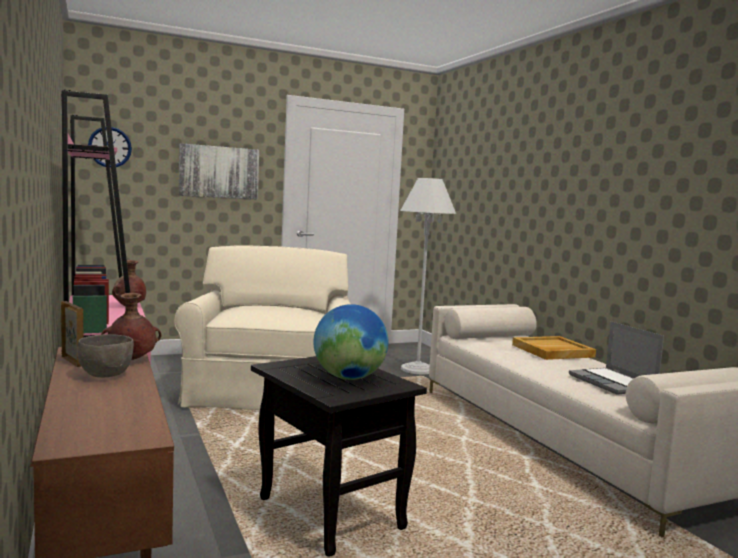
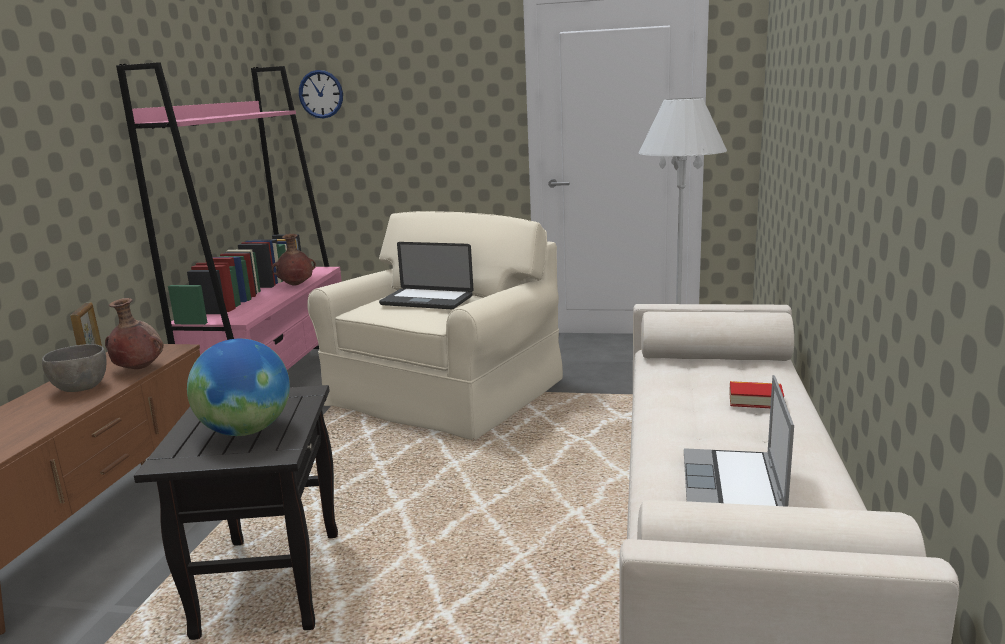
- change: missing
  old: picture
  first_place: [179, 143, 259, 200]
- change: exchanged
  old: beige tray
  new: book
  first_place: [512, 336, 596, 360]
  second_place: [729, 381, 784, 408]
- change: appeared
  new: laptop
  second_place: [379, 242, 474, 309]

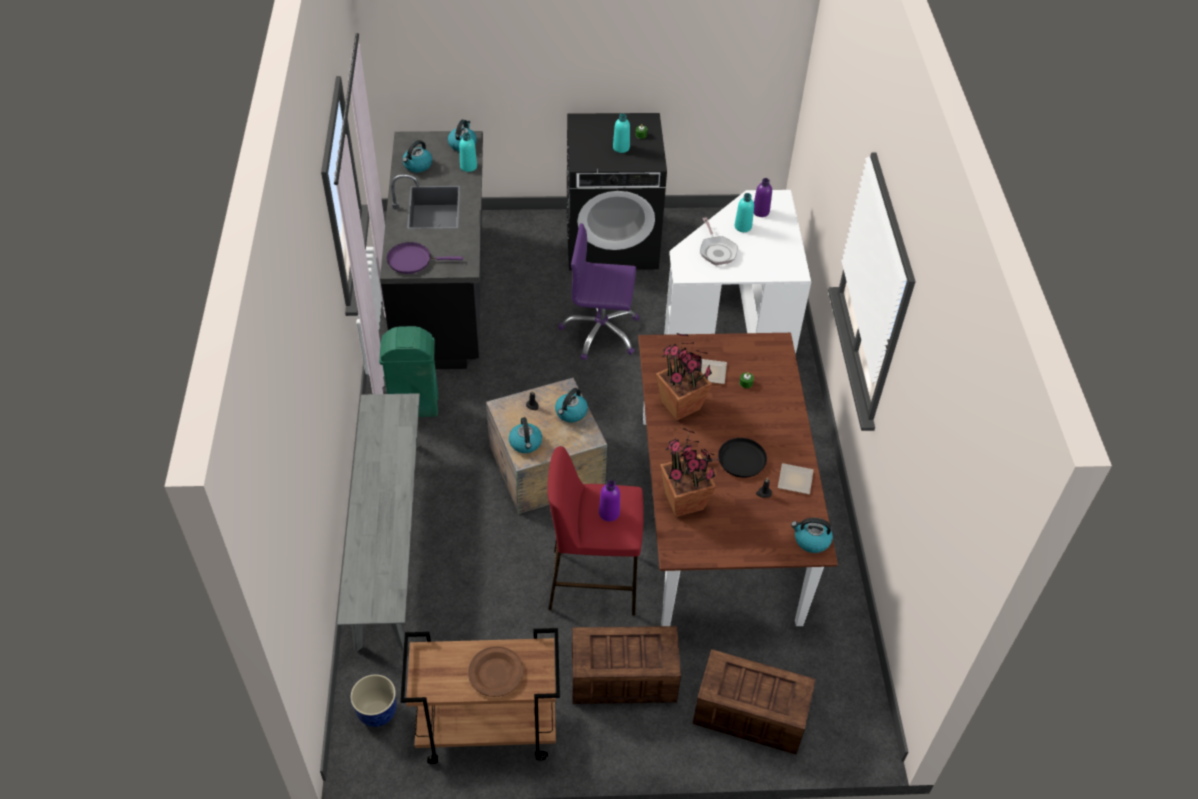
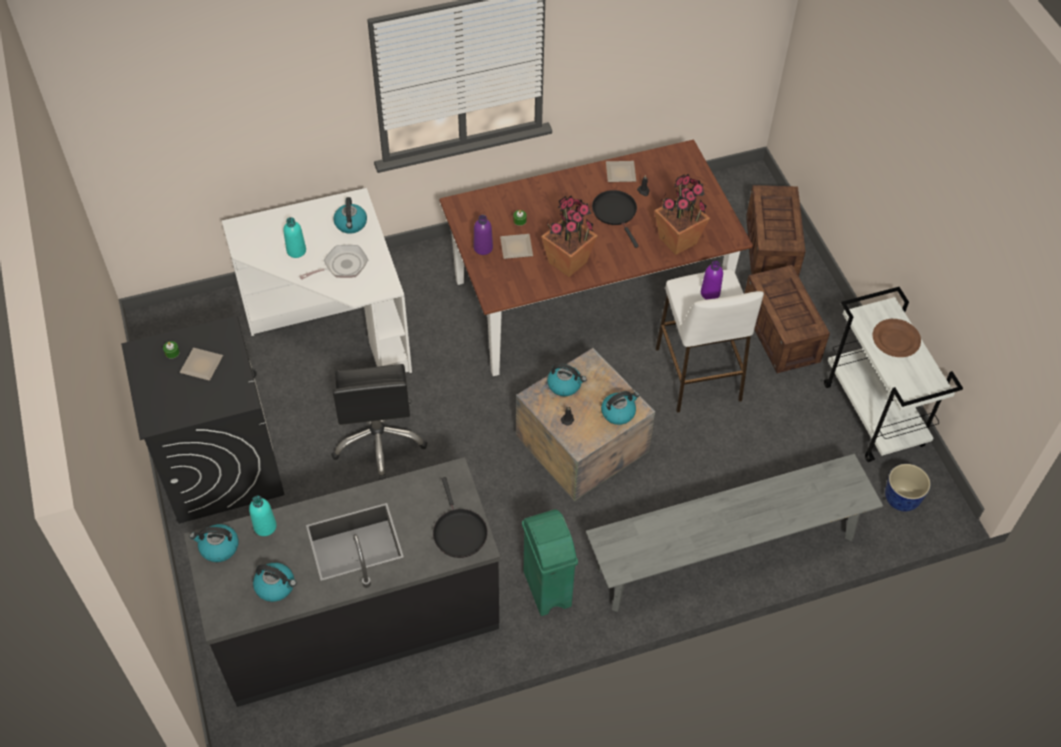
- change: colour
  old: purple frying pan
  new: black frying pan
  first_place: [387, 242, 463, 274]
  second_place: [433, 477, 487, 558]
- change: colour
  old: brown cart
  new: white cart
  first_place: [400, 628, 560, 764]
  second_place: [824, 287, 963, 462]
- change: colour
  old: red stool
  new: white stool
  first_place: [547, 446, 644, 616]
  second_place: [655, 269, 764, 412]
- change: colour
  old: purple office chair
  new: black office chair
  first_place: [558, 223, 640, 360]
  second_place: [331, 364, 427, 480]
- change: exchanged
  old: turquoise bottle
  new: plate
  first_place: [613, 114, 630, 153]
  second_place: [180, 348, 223, 380]
- change: relocated
  old: purple bottle
  first_place: [754, 178, 772, 217]
  second_place: [474, 215, 493, 255]
- change: relocated
  old: kettle
  first_place: [791, 518, 833, 553]
  second_place: [333, 197, 367, 234]

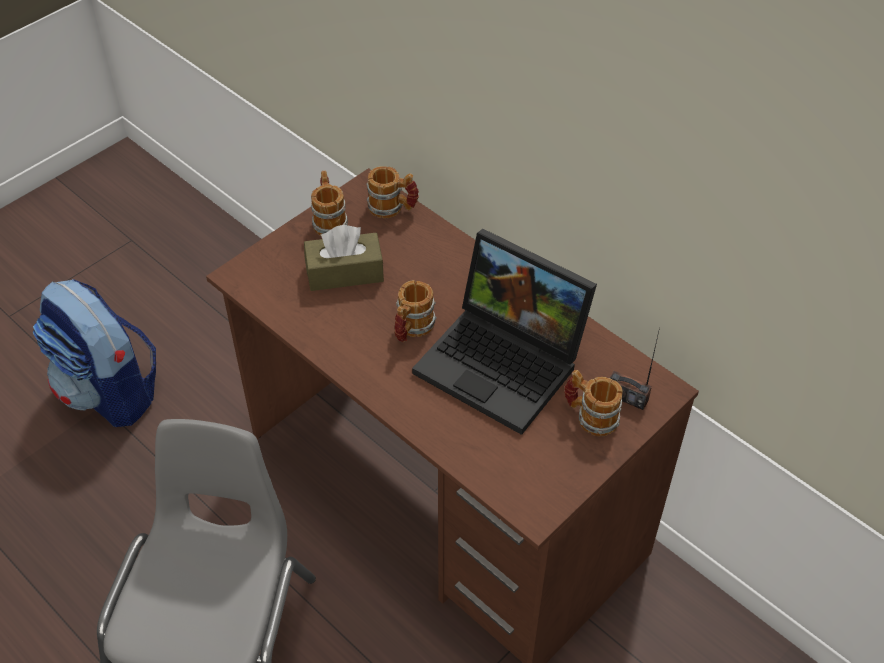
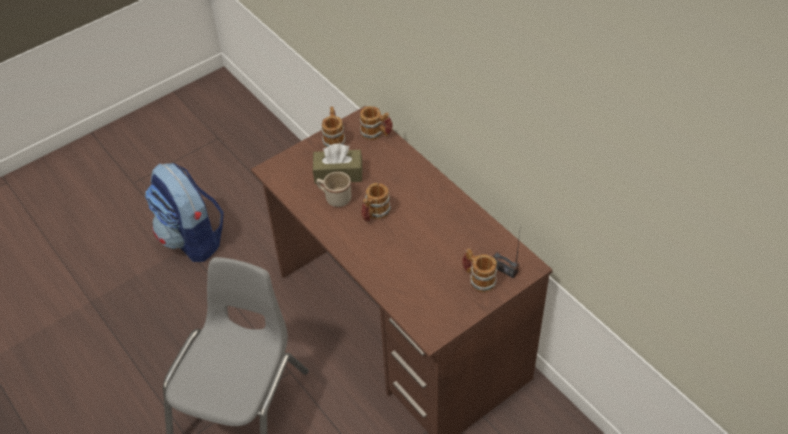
- change: missing
  old: laptop
  first_place: [412, 229, 597, 435]
- change: appeared
  new: beige mug
  second_place: [316, 172, 352, 207]

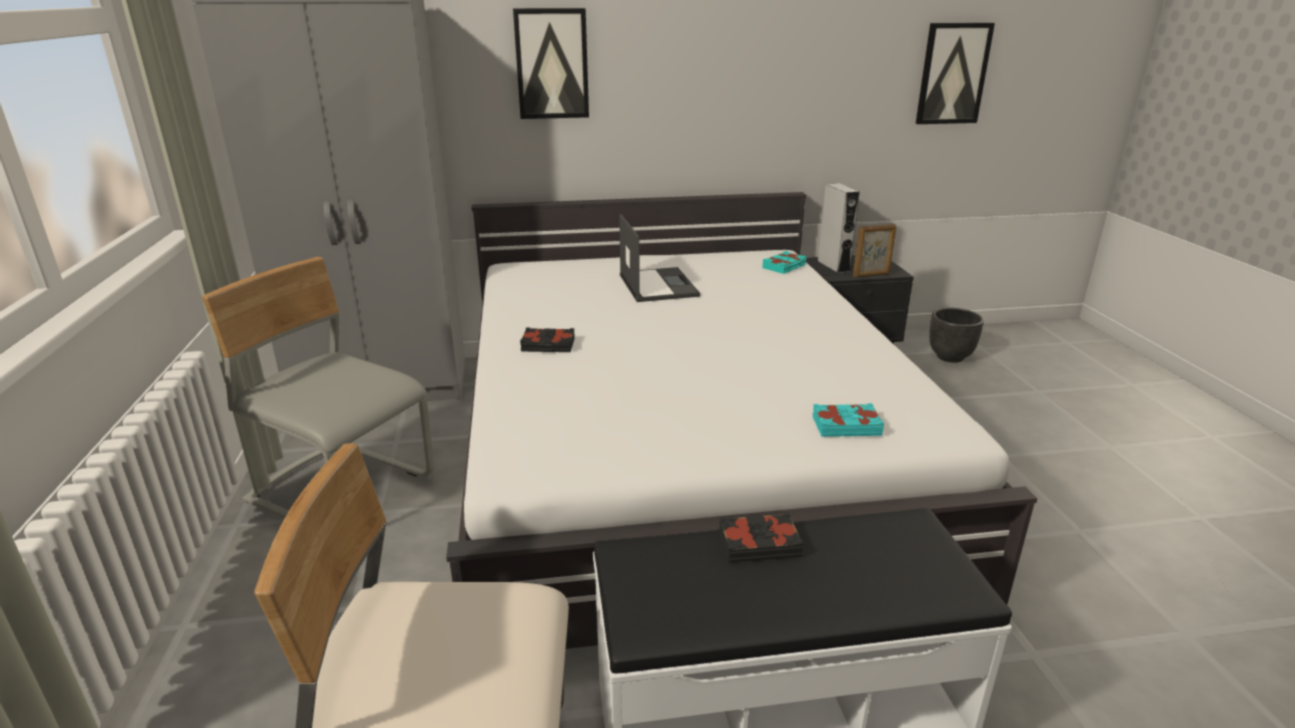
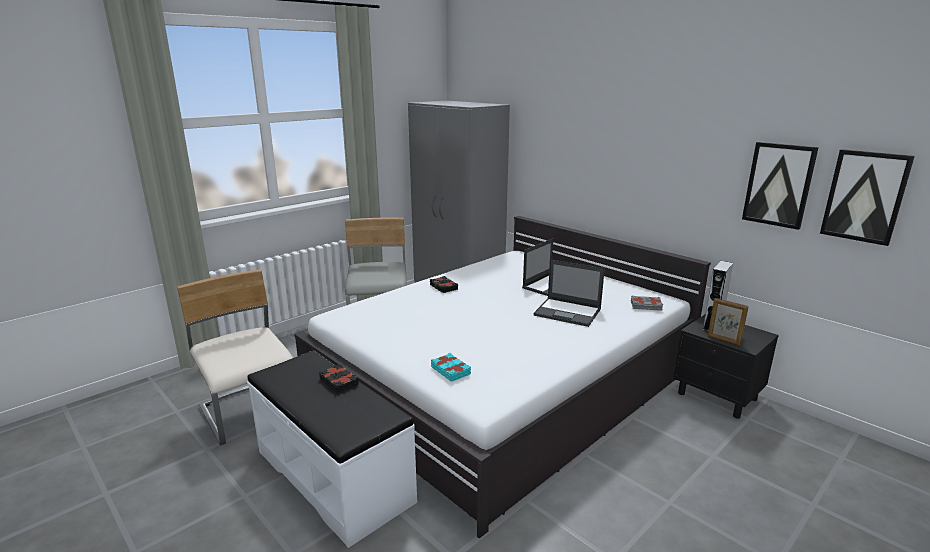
- change: relocated
  old: picture
  first_place: [513, 8, 589, 119]
  second_place: [742, 142, 819, 230]
- change: colour
  old: turquoise book
  new: grey book
  first_place: [763, 251, 807, 274]
  second_place: [631, 295, 663, 311]
- change: missing
  old: black planter
  first_place: [929, 307, 984, 363]
- change: appeared
  new: laptop
  second_place: [534, 259, 605, 327]

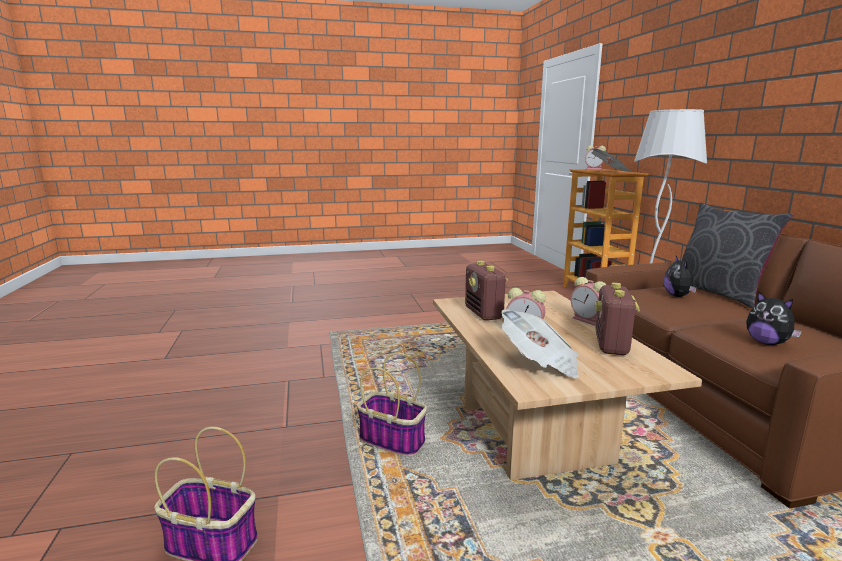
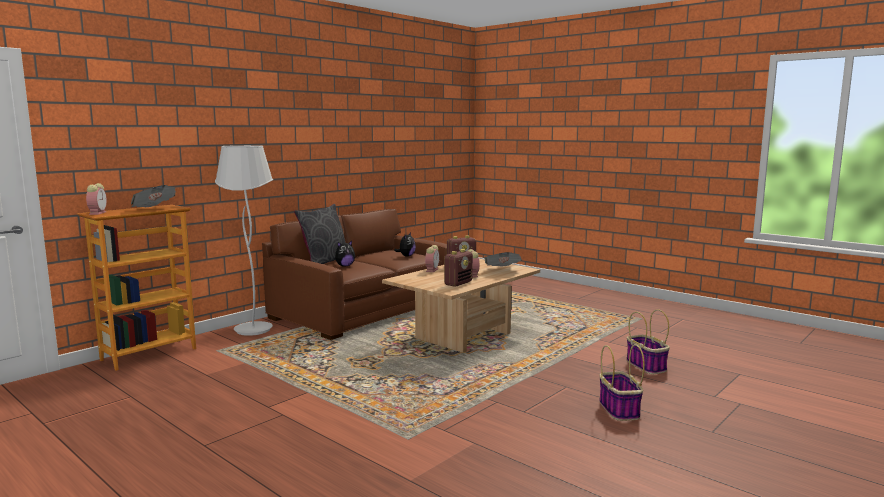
- change: relocated
  old: basket
  first_place: [357, 352, 427, 456]
  second_place: [599, 344, 645, 421]

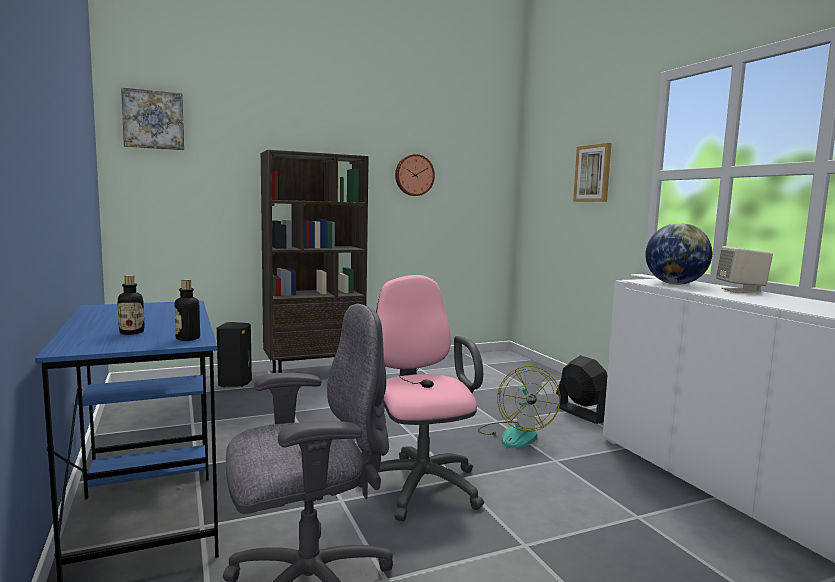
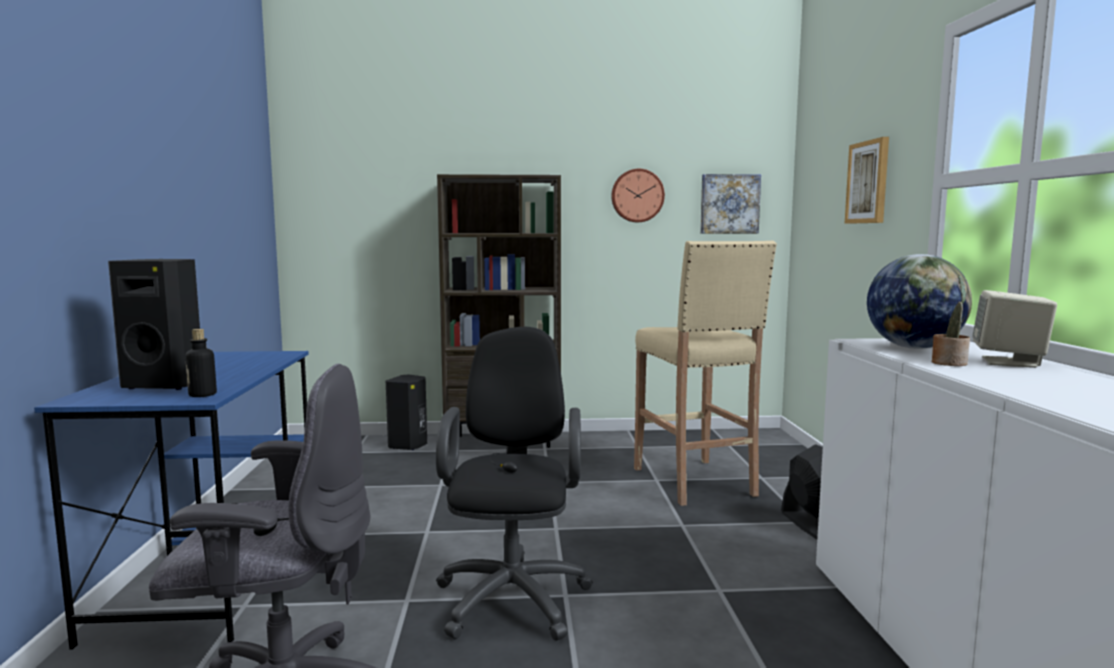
- change: exchanged
  old: bottle
  new: black speaker
  first_place: [117, 275, 145, 335]
  second_place: [108, 259, 200, 390]
- change: relocated
  old: picture
  first_place: [121, 87, 184, 150]
  second_place: [700, 174, 761, 234]
- change: colour
  old: pink office chair
  new: black office chair
  first_place: [358, 275, 484, 521]
  second_place: [436, 327, 593, 641]
- change: missing
  old: fan
  first_place: [478, 366, 560, 448]
- change: appeared
  new: beige stool
  second_place: [634, 241, 777, 506]
- change: appeared
  new: potted plant
  second_place: [932, 275, 970, 366]

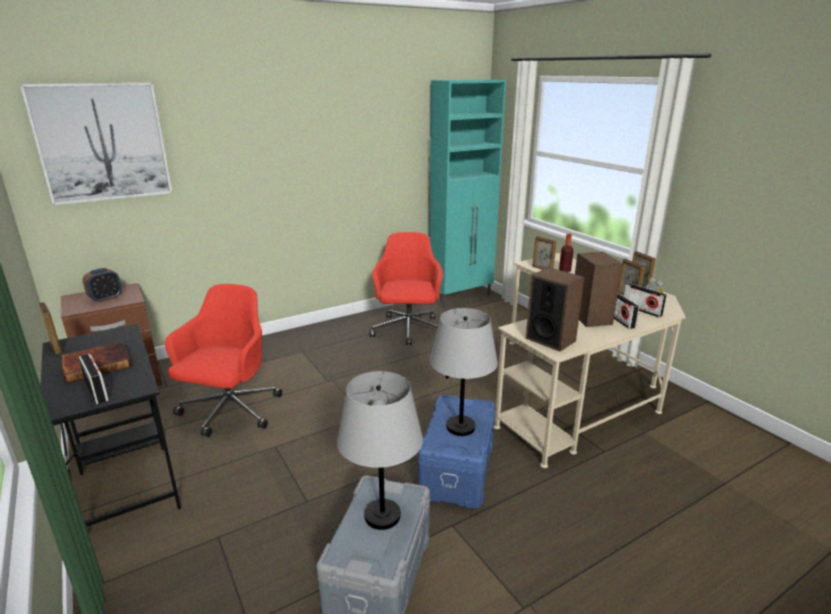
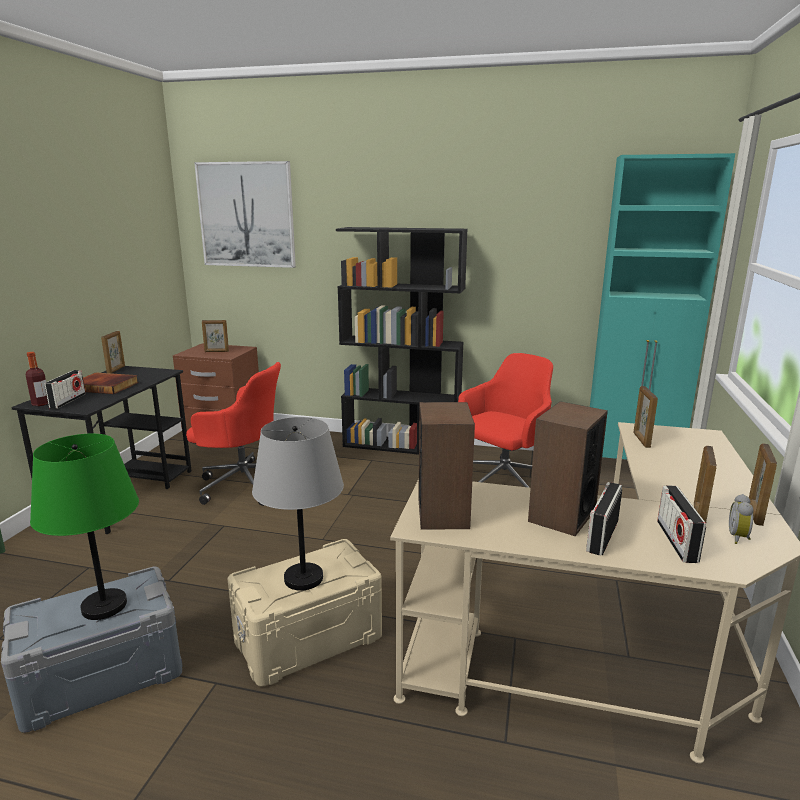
- change: exchanged
  old: alarm clock
  new: picture frame
  first_place: [83, 268, 122, 303]
  second_place: [202, 320, 229, 352]
- change: spun
  old: red office chair
  first_place: [165, 284, 282, 437]
  second_place: [186, 362, 281, 506]
  degrees: 45
- change: colour
  old: grey table lamp
  new: green table lamp
  first_place: [337, 371, 423, 530]
  second_place: [30, 434, 139, 620]
- change: colour
  old: blue storage box
  new: beige storage box
  first_place: [418, 395, 495, 509]
  second_place: [227, 539, 382, 687]
- change: relocated
  old: bottle
  first_place: [559, 233, 573, 272]
  second_place: [26, 352, 48, 406]
- change: appeared
  new: black bookcase
  second_place: [336, 227, 468, 455]

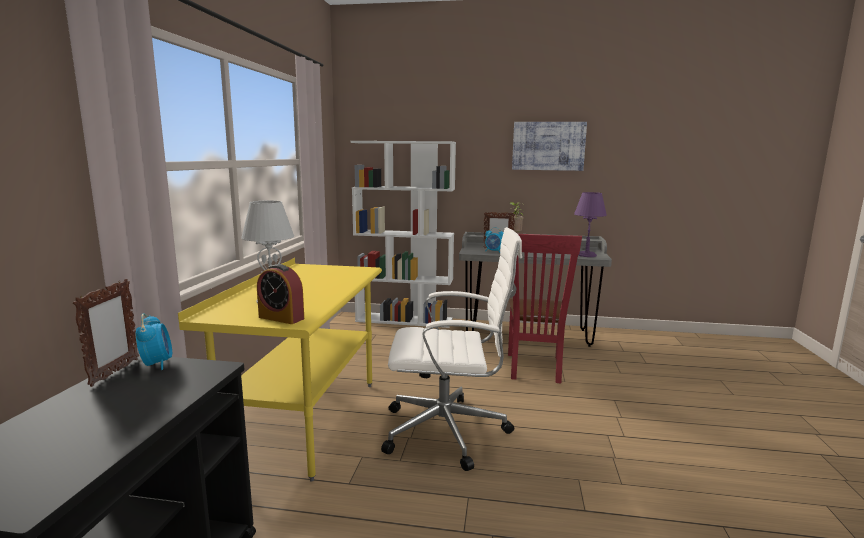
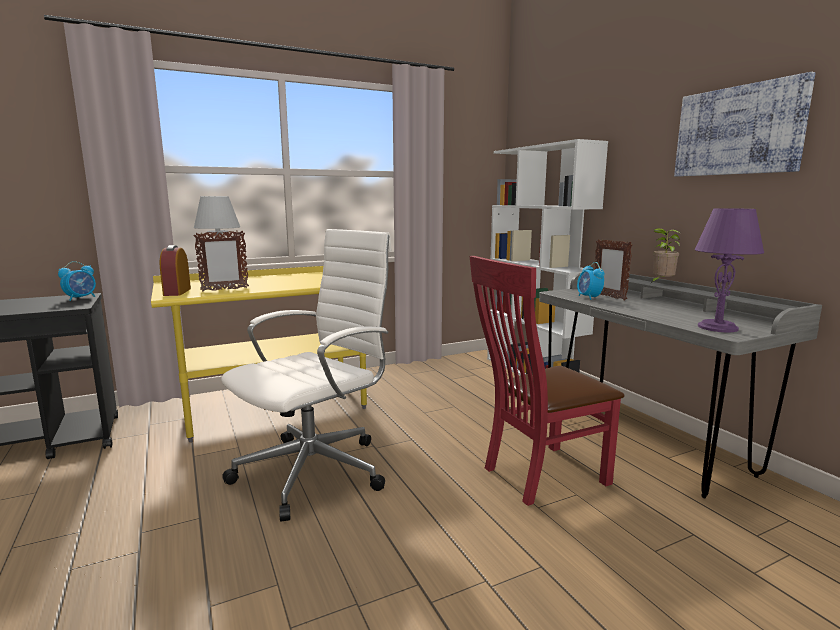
- change: relocated
  old: picture frame
  first_place: [73, 279, 139, 387]
  second_place: [193, 231, 249, 291]
- change: spun
  old: white office chair
  first_place: [381, 227, 522, 471]
  second_place: [221, 229, 392, 522]
  degrees: -105

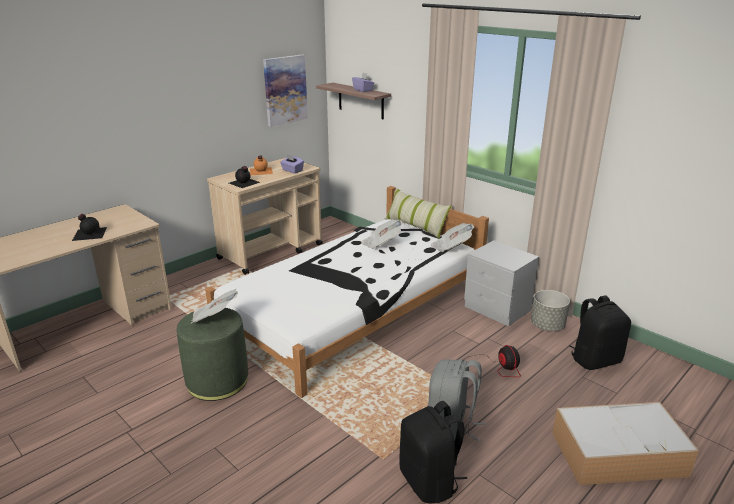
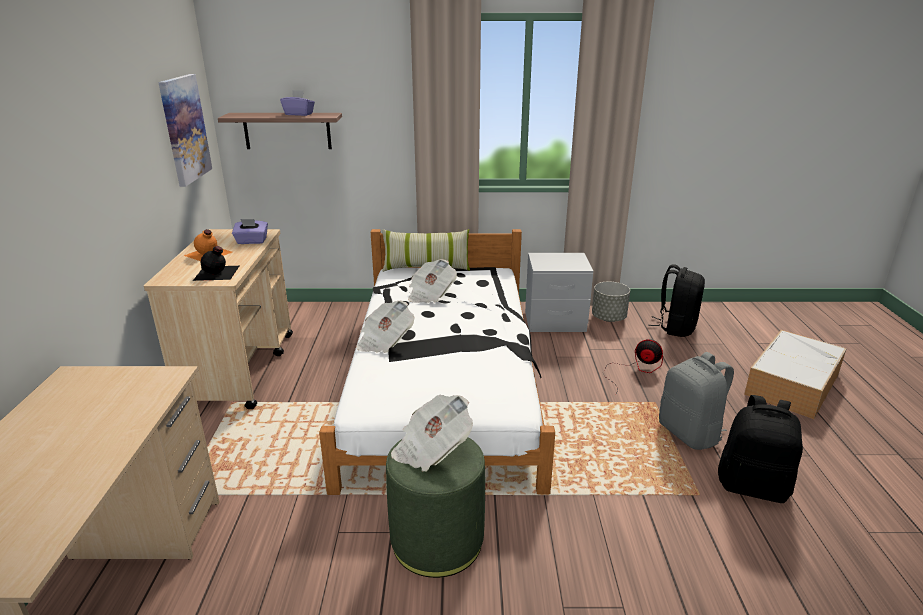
- change: missing
  old: black bottle
  first_place: [72, 214, 107, 241]
- change: relocated
  old: newspaper
  first_place: [431, 223, 474, 252]
  second_place: [356, 301, 414, 353]

